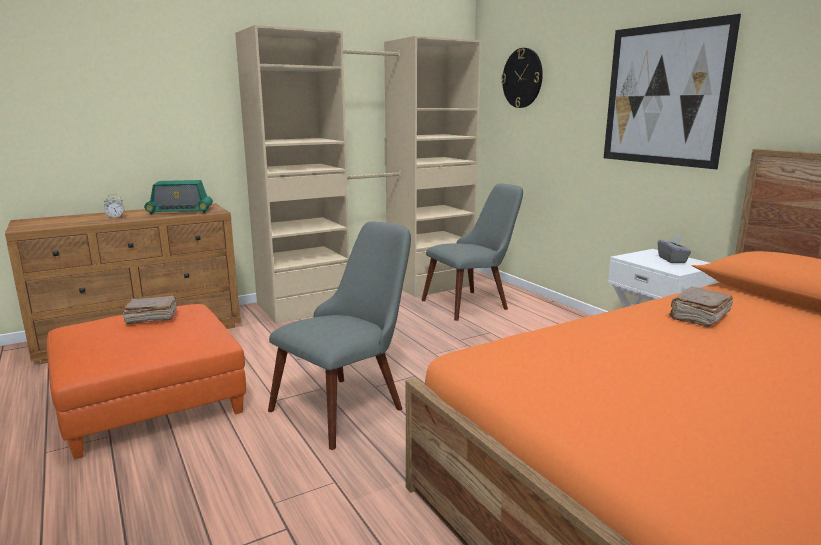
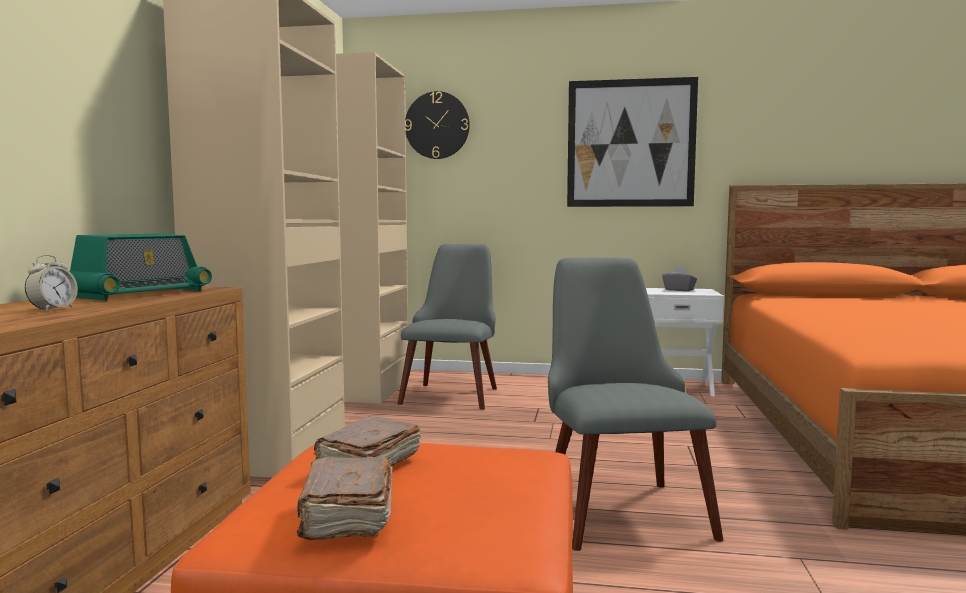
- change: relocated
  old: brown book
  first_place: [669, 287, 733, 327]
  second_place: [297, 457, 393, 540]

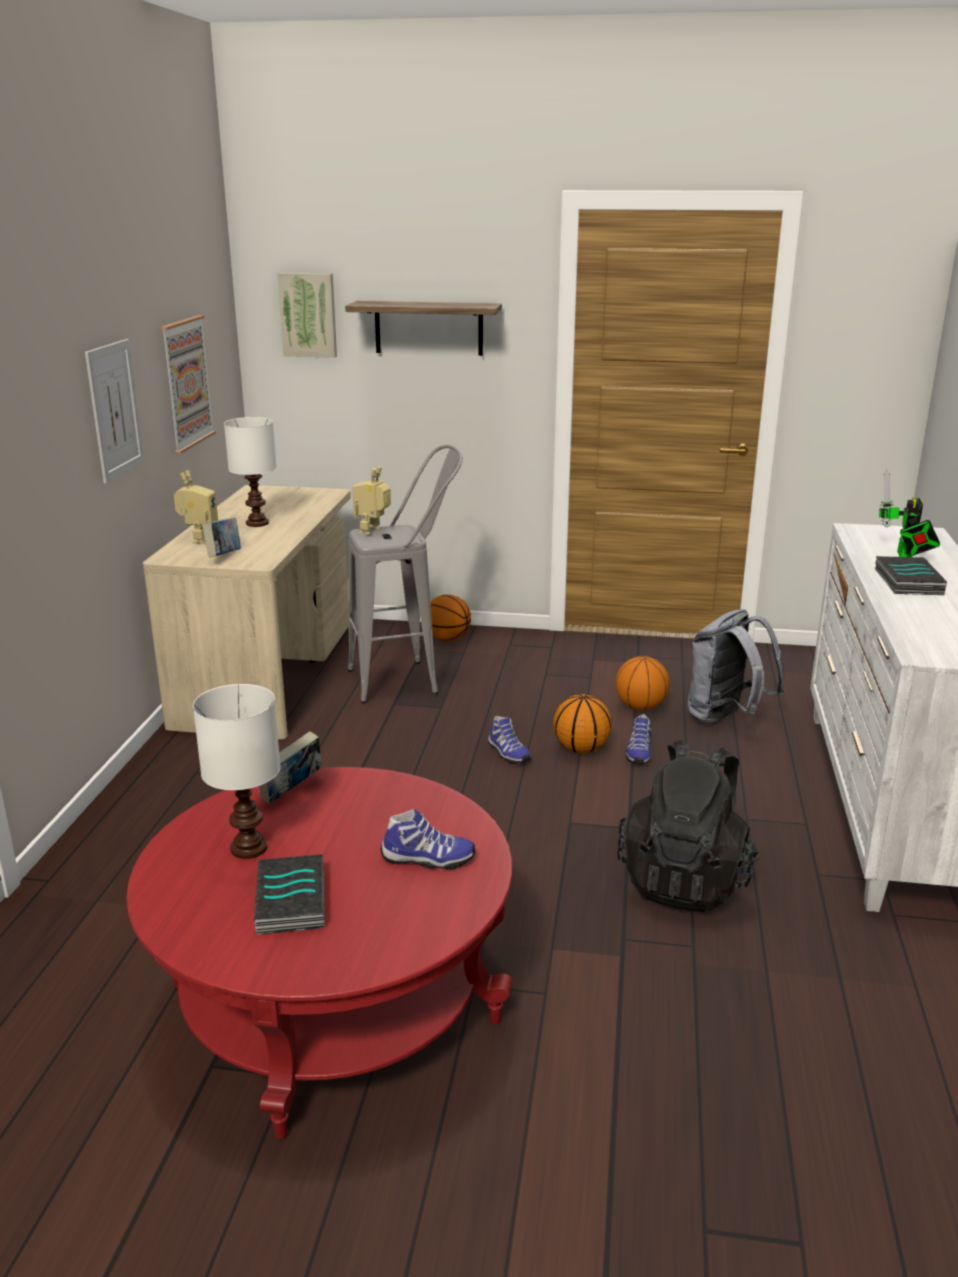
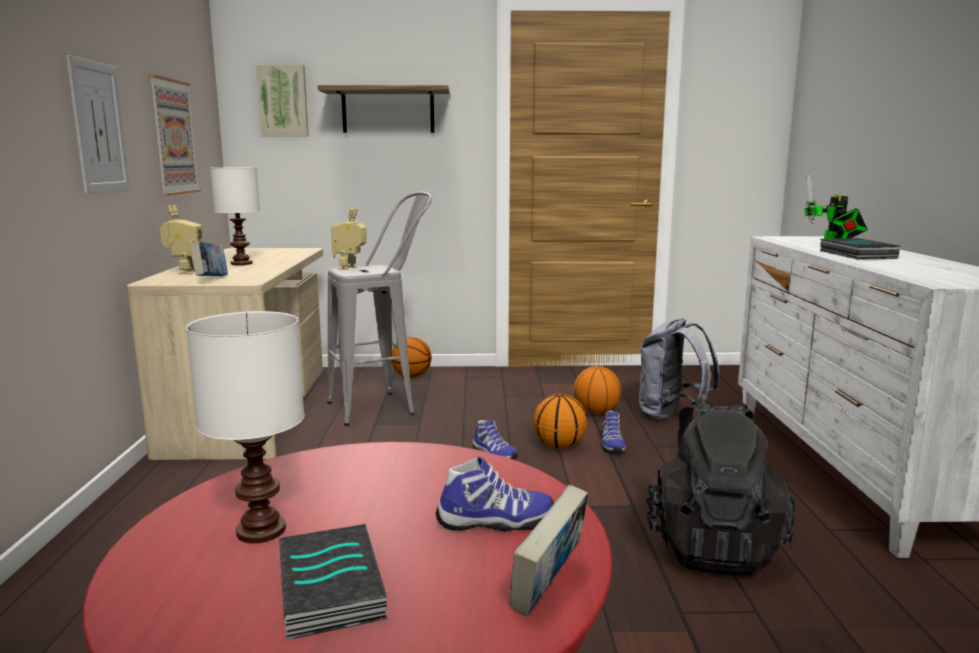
- change: relocated
  old: book
  first_place: [259, 731, 322, 805]
  second_place: [510, 485, 588, 616]

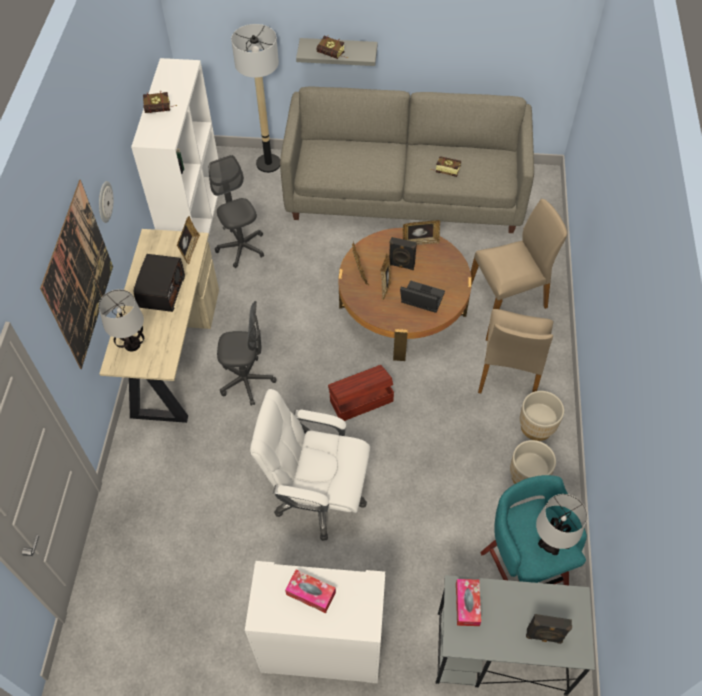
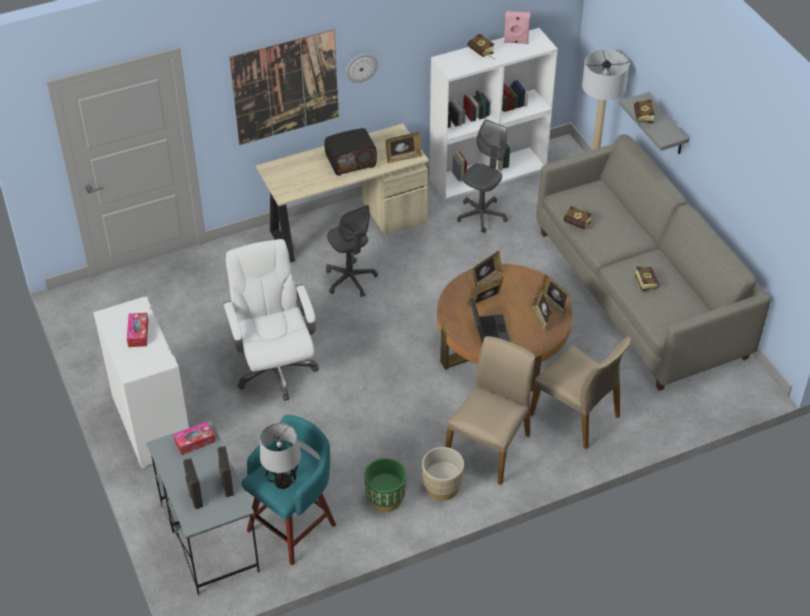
- change: missing
  old: table lamp
  first_place: [98, 289, 144, 351]
- change: missing
  old: brown storage box
  first_place: [328, 365, 394, 421]
- change: relocated
  old: black speaker
  first_place: [389, 237, 417, 270]
  second_place: [217, 446, 234, 497]
- change: spun
  old: beige chair
  first_place: [478, 309, 553, 393]
  second_place: [446, 336, 535, 485]
  degrees: 135
- change: colour
  old: beige planter
  new: green planter
  first_place: [510, 440, 556, 484]
  second_place: [364, 458, 407, 512]
- change: appeared
  new: pink speaker
  second_place: [504, 11, 531, 44]
- change: appeared
  new: picture frame
  second_place: [531, 286, 552, 332]
- change: appeared
  new: book
  second_place: [563, 206, 593, 230]

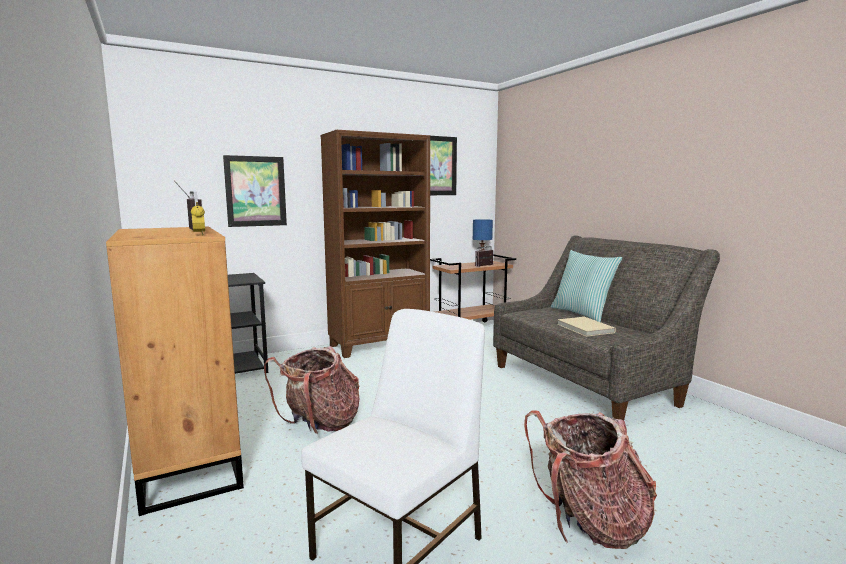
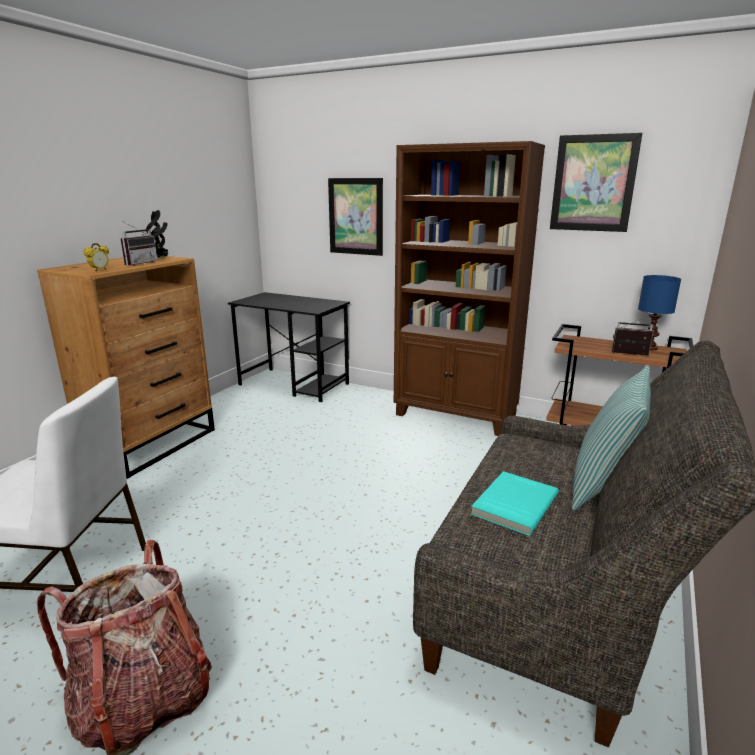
- change: missing
  old: backpack
  first_place: [264, 346, 359, 434]
- change: colour
  old: beige book
  new: turquoise book
  first_place: [557, 317, 616, 337]
  second_place: [471, 471, 559, 536]
- change: appeared
  new: potted plant
  second_place: [146, 210, 169, 258]

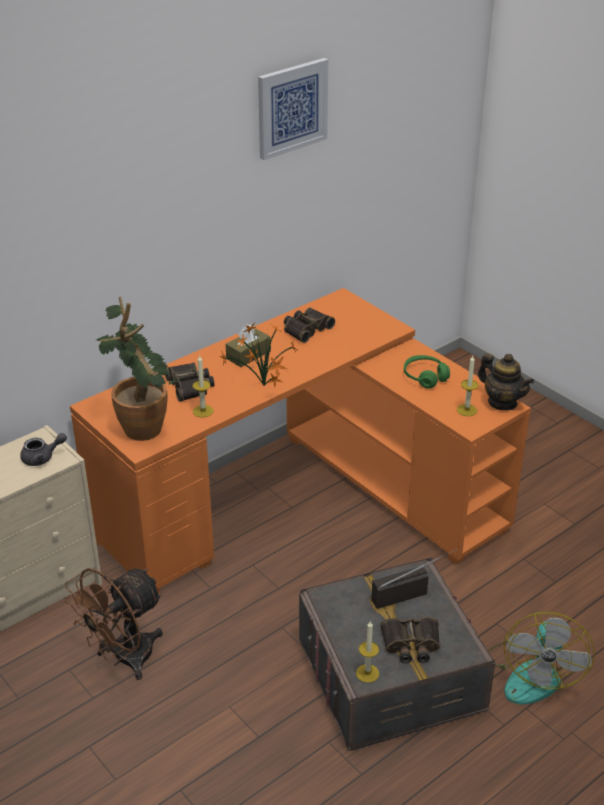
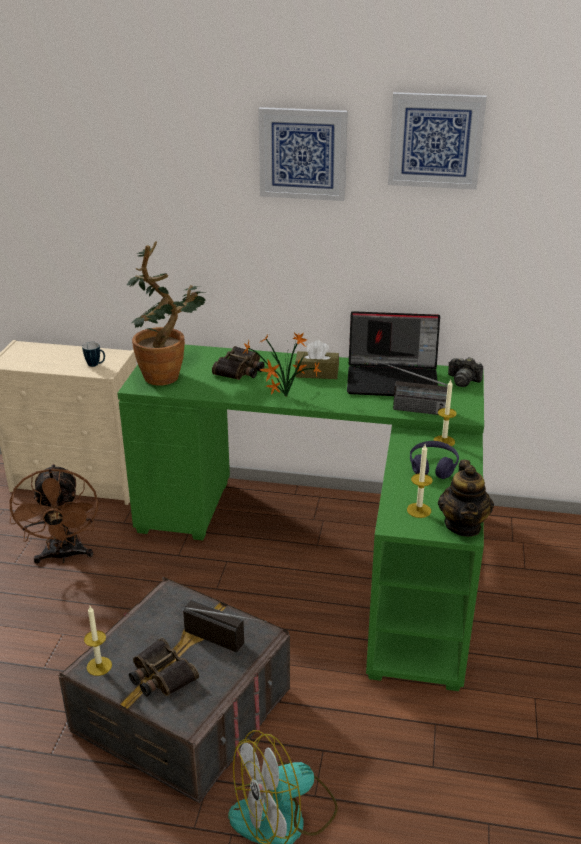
- change: exchanged
  old: grey teapot
  new: mug
  first_place: [20, 433, 67, 466]
  second_place: [82, 342, 105, 367]
- change: spun
  old: brown fan
  first_place: [64, 568, 163, 680]
  second_place: [10, 464, 98, 564]
  degrees: -105
- change: colour
  old: orange desk
  new: green desk
  first_place: [70, 288, 531, 593]
  second_place: [117, 345, 484, 691]
- change: relocated
  old: candle
  first_place: [193, 355, 214, 417]
  second_place: [433, 380, 457, 446]
- change: exchanged
  old: binoculars
  new: laptop
  first_place: [284, 308, 335, 343]
  second_place: [347, 311, 440, 396]
- change: colour
  old: green headphones
  new: purple headphones
  first_place: [404, 355, 450, 389]
  second_place: [410, 441, 459, 479]
- change: appeared
  new: picture
  second_place: [258, 107, 348, 201]
- change: appeared
  new: radio
  second_place: [368, 358, 448, 415]
- change: appeared
  new: photo camera
  second_place: [448, 357, 483, 387]

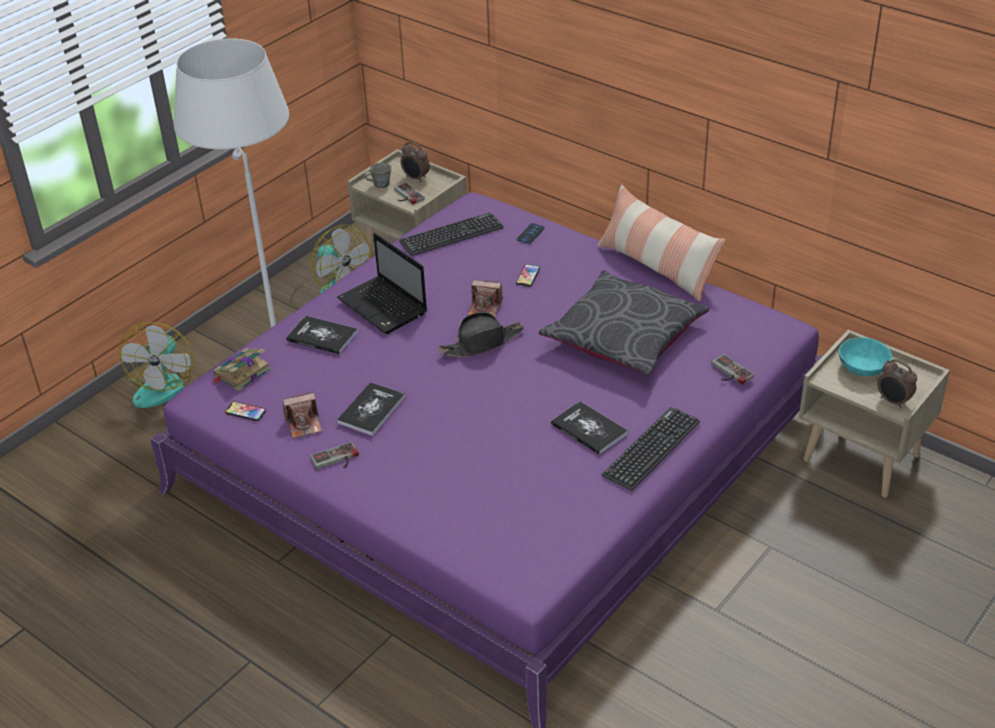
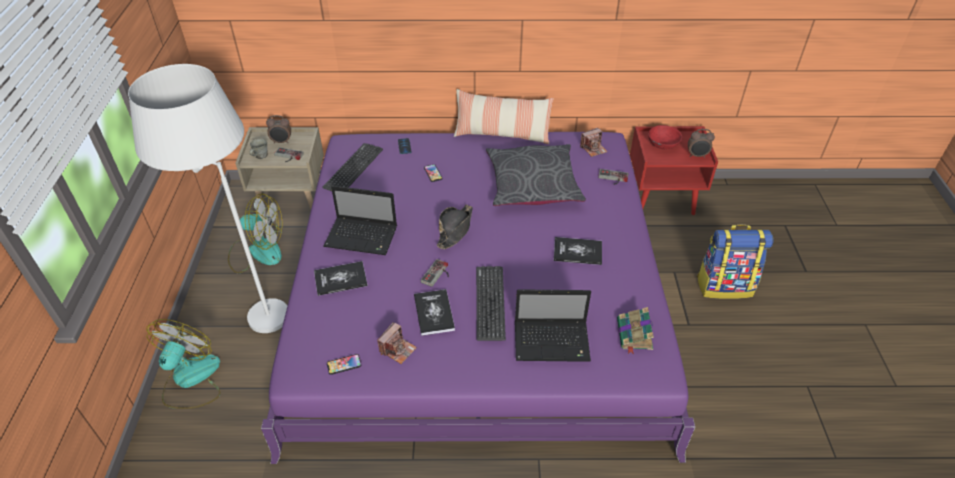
- change: spun
  old: fan
  first_place: [119, 322, 194, 408]
  second_place: [146, 319, 221, 409]
  degrees: -135
- change: relocated
  old: book
  first_place: [212, 348, 271, 391]
  second_place: [617, 307, 654, 354]
- change: relocated
  old: game controller
  first_place: [311, 442, 359, 469]
  second_place: [421, 259, 449, 287]
- change: relocated
  old: photo camera
  first_place: [468, 280, 503, 317]
  second_place: [580, 128, 608, 157]
- change: relocated
  old: keyboard
  first_place: [602, 407, 700, 491]
  second_place: [476, 266, 506, 341]
- change: colour
  old: beige nightstand
  new: red nightstand
  first_place: [799, 330, 950, 498]
  second_place: [630, 126, 718, 215]
- change: colour
  old: turquoise bowl
  new: red bowl
  first_place: [839, 337, 892, 376]
  second_place: [648, 125, 682, 149]
- change: appeared
  new: laptop
  second_place: [515, 289, 591, 362]
- change: appeared
  new: backpack
  second_place: [697, 225, 774, 299]

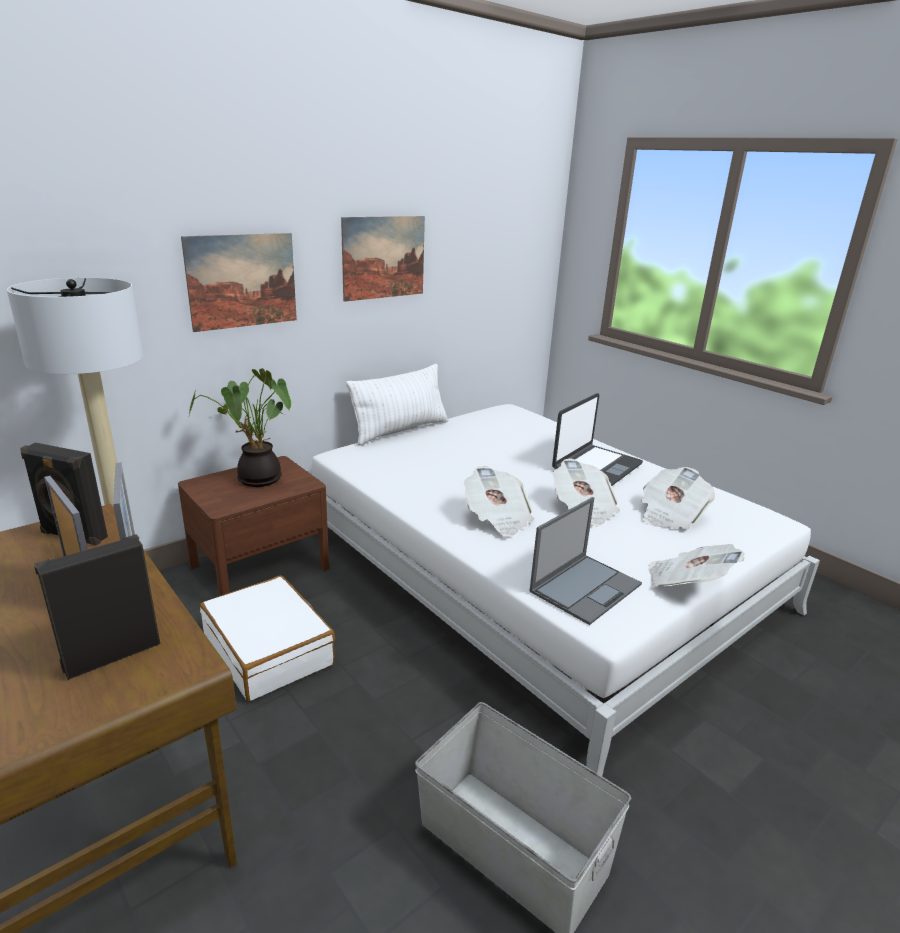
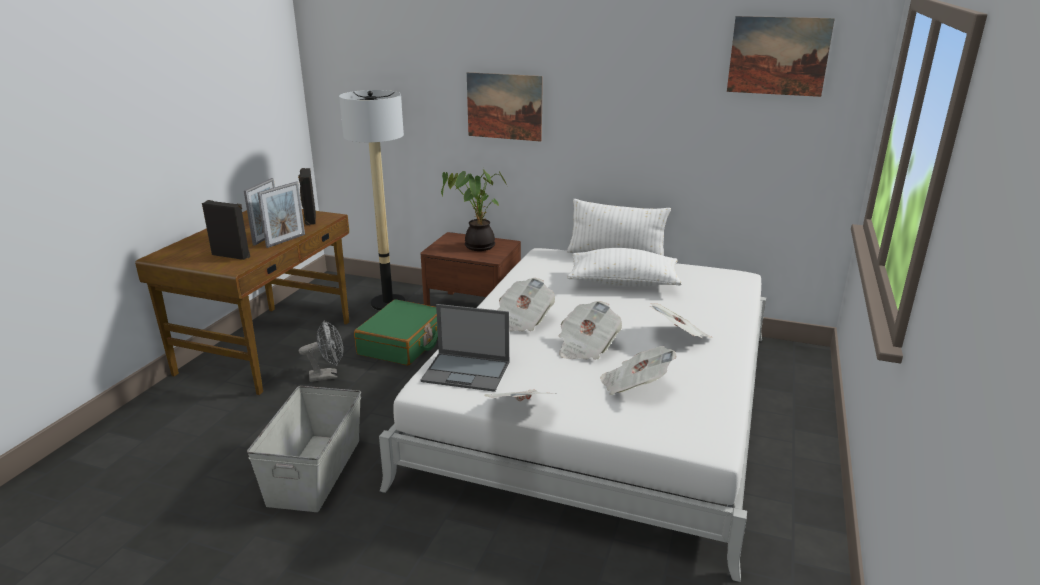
- change: colour
  old: white suitcase
  new: green suitcase
  first_place: [200, 576, 335, 701]
  second_place: [354, 299, 438, 366]
- change: relocated
  old: picture
  first_place: [341, 216, 425, 302]
  second_place: [727, 16, 835, 97]
- change: exchanged
  old: laptop
  new: newspaper
  first_place: [552, 393, 643, 486]
  second_place: [650, 303, 713, 338]
- change: appeared
  new: grey fan
  second_place: [299, 321, 343, 382]
- change: appeared
  new: white pillow
  second_place: [567, 248, 682, 287]

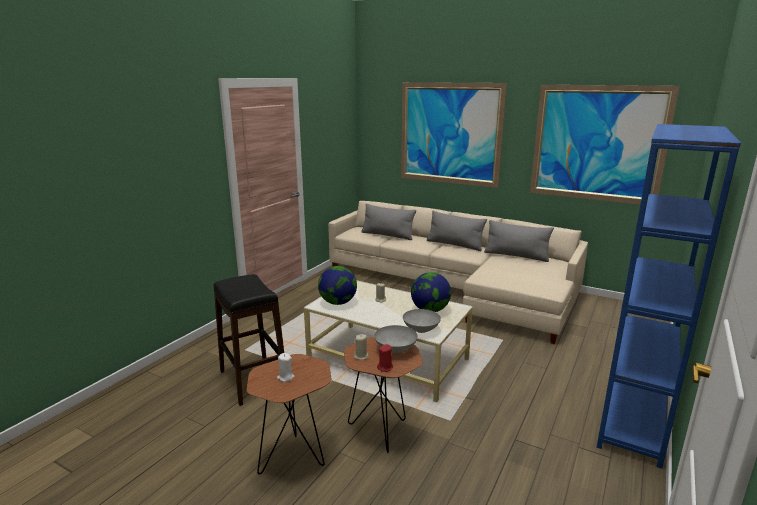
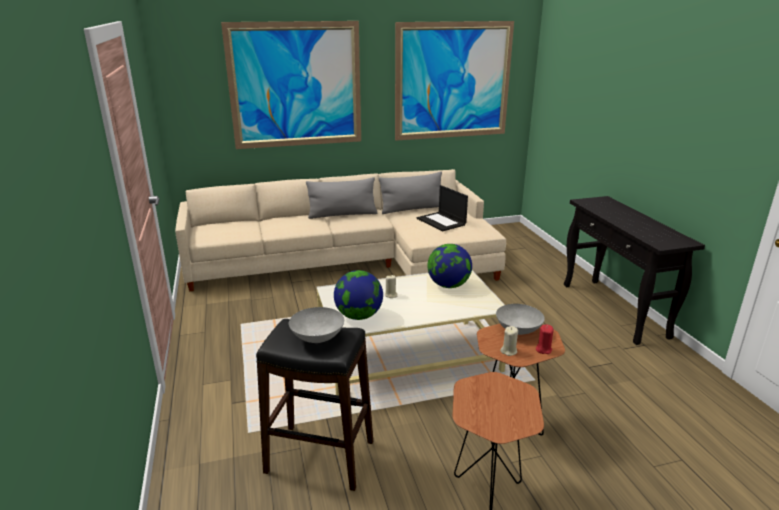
- change: missing
  old: white candle
  first_place: [277, 353, 294, 382]
- change: missing
  old: grey pillow
  first_place: [361, 204, 416, 240]
- change: relocated
  old: grey bowl
  first_place: [403, 309, 441, 333]
  second_place: [289, 307, 344, 343]
- change: exchanged
  old: blue bookcase
  new: black console table
  first_place: [596, 124, 741, 469]
  second_place: [564, 196, 705, 345]
- change: appeared
  new: laptop
  second_place: [417, 185, 468, 231]

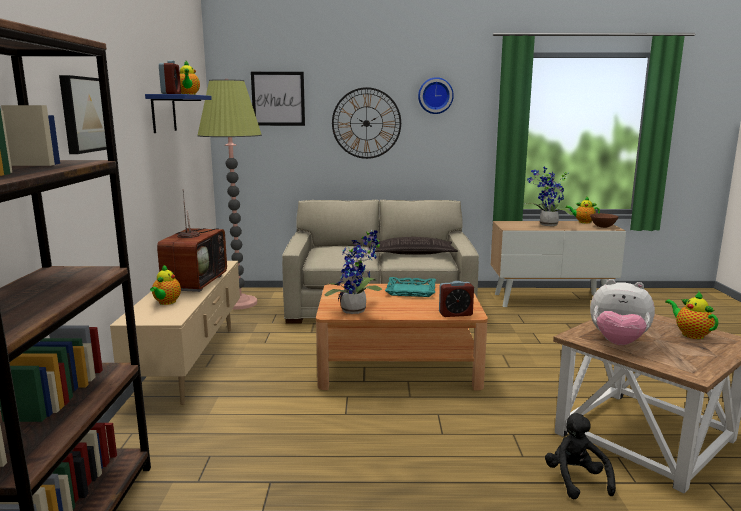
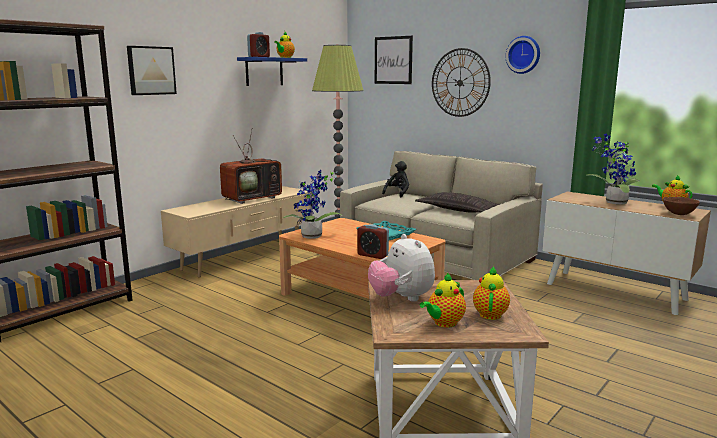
- change: relocated
  old: teapot
  first_place: [150, 265, 181, 305]
  second_place: [420, 273, 466, 328]
- change: relocated
  old: black plush toy
  first_place: [545, 413, 616, 499]
  second_place: [382, 161, 409, 197]

